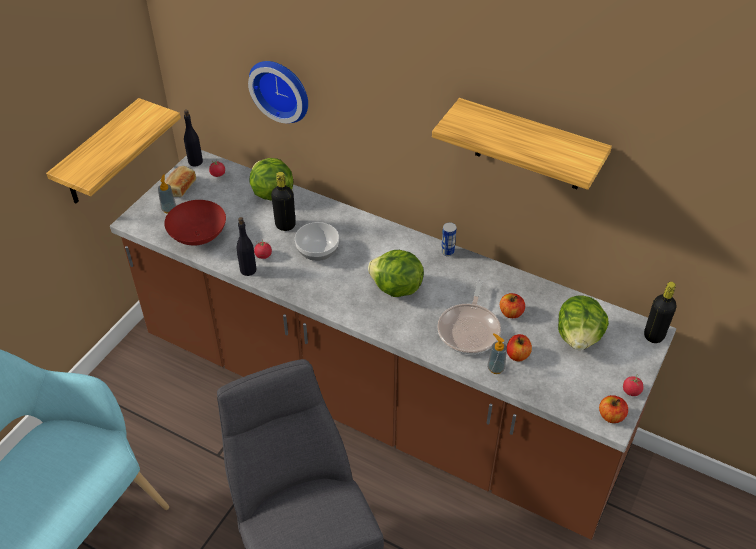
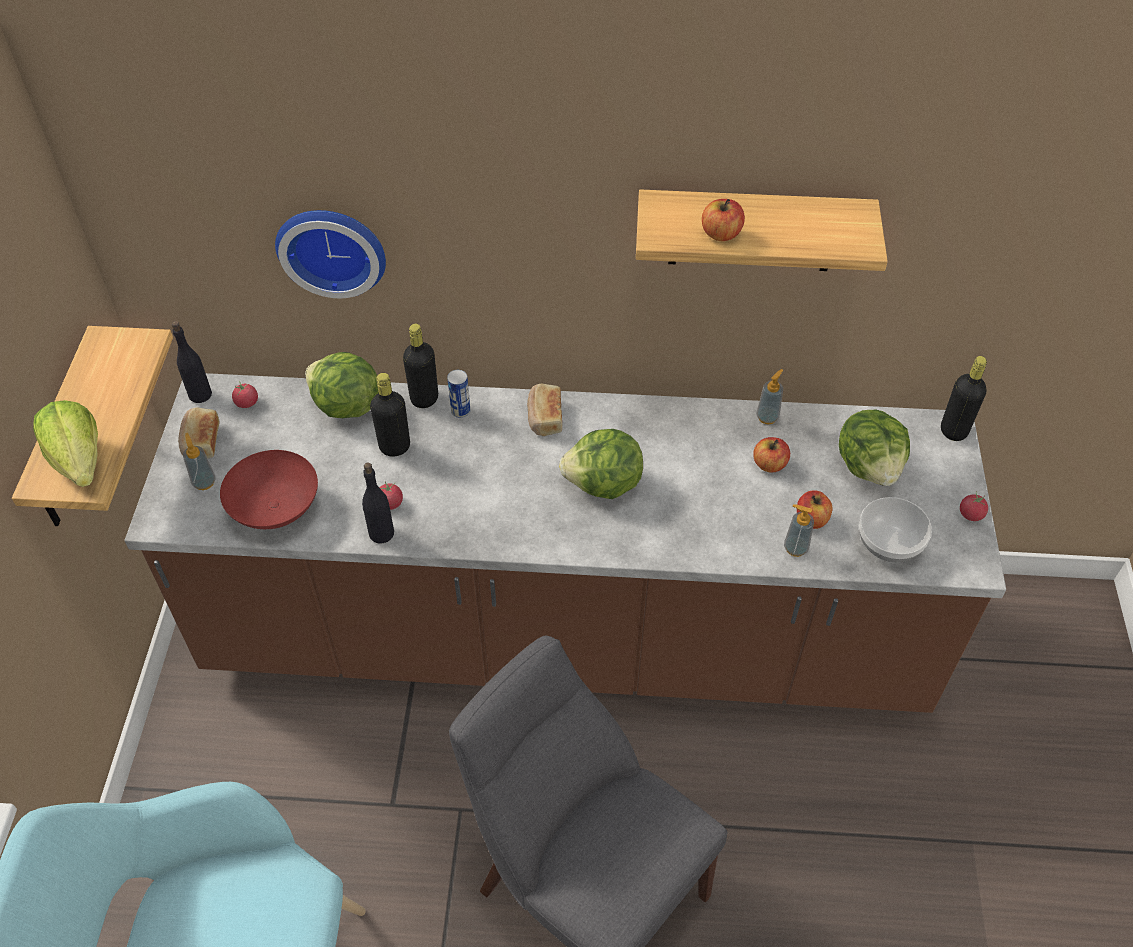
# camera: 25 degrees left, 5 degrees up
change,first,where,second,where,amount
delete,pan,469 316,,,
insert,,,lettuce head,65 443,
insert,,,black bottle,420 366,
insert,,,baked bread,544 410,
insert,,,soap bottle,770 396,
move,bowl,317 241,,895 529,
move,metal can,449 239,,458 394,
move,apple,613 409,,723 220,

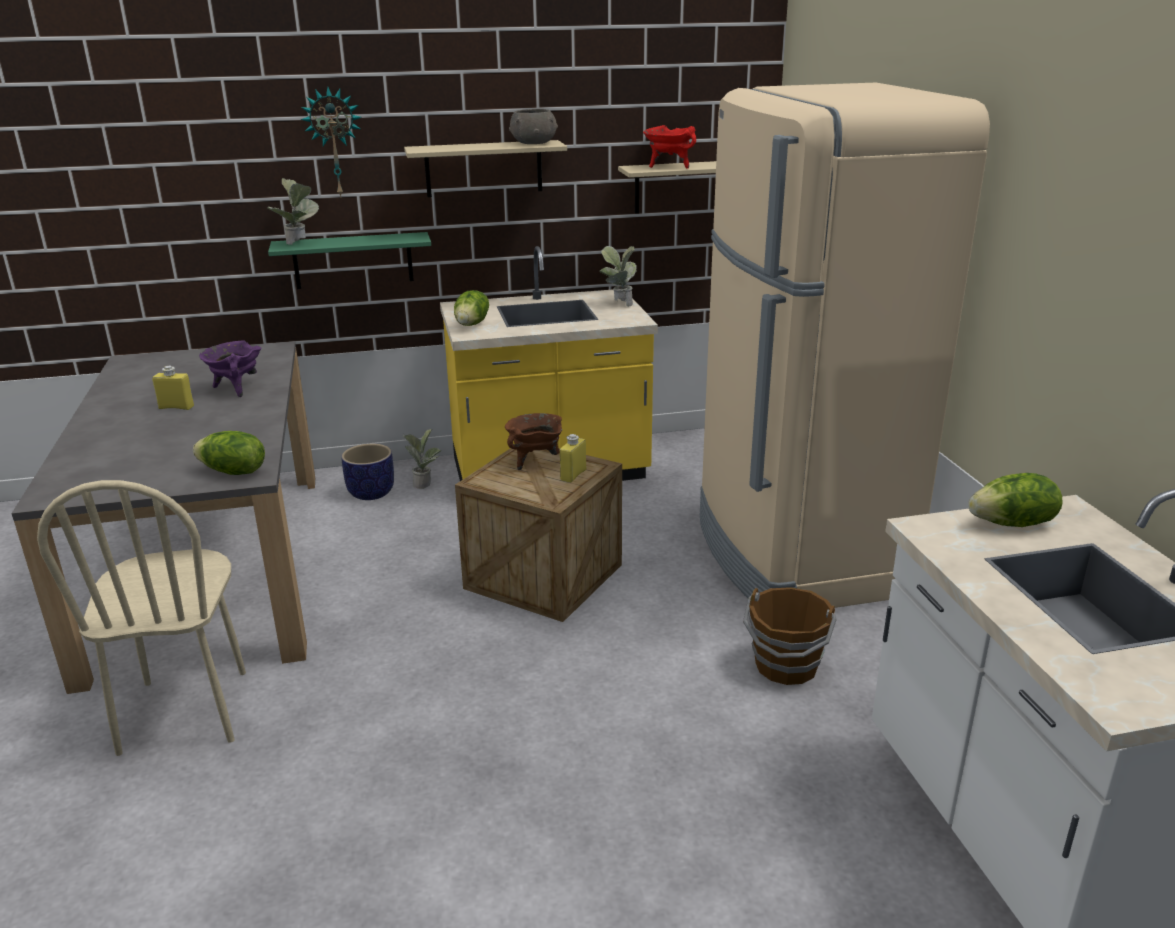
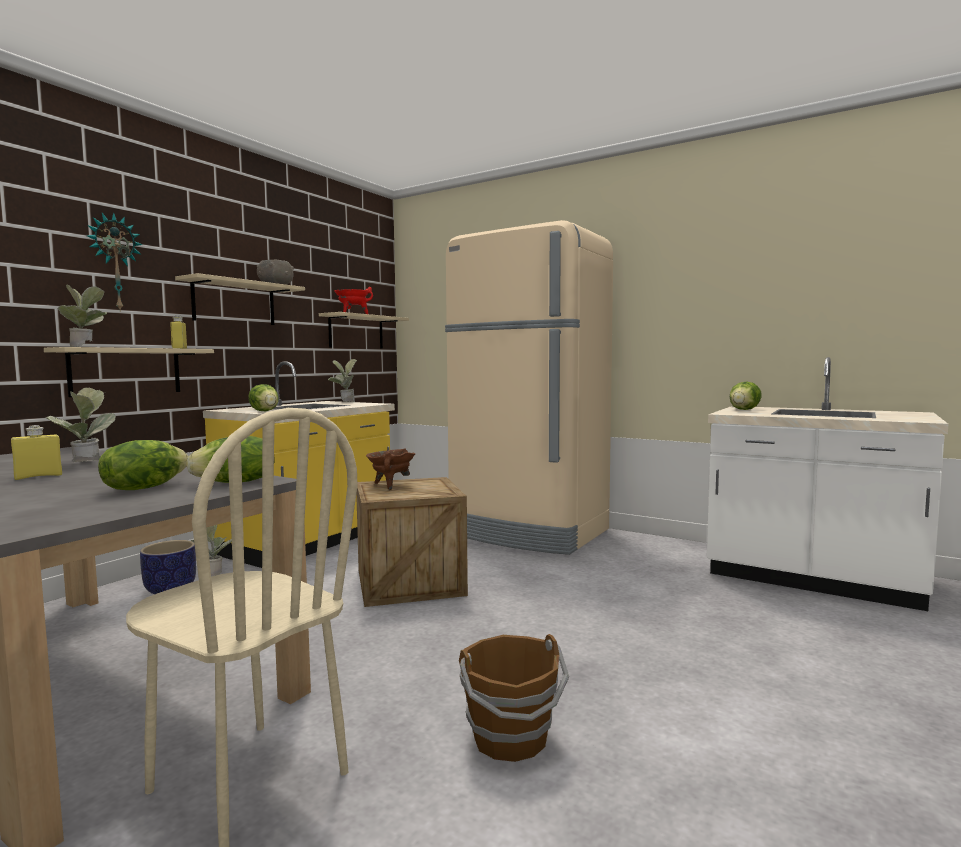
# camera: 45 degrees left, 20 degrees down
change,first,where,second,where,amount
insert,,,lettuce head,143 465,
move,yellow-coloured bottle,573 458,,178 332,
move,brown water bucket,789 636,,514 698,
replace,purplish saucepot,230 368,houseplant,80 425,
recolor,green-coloured bracket shelf,349 260,sand-coloured bracket shelf,129 372,

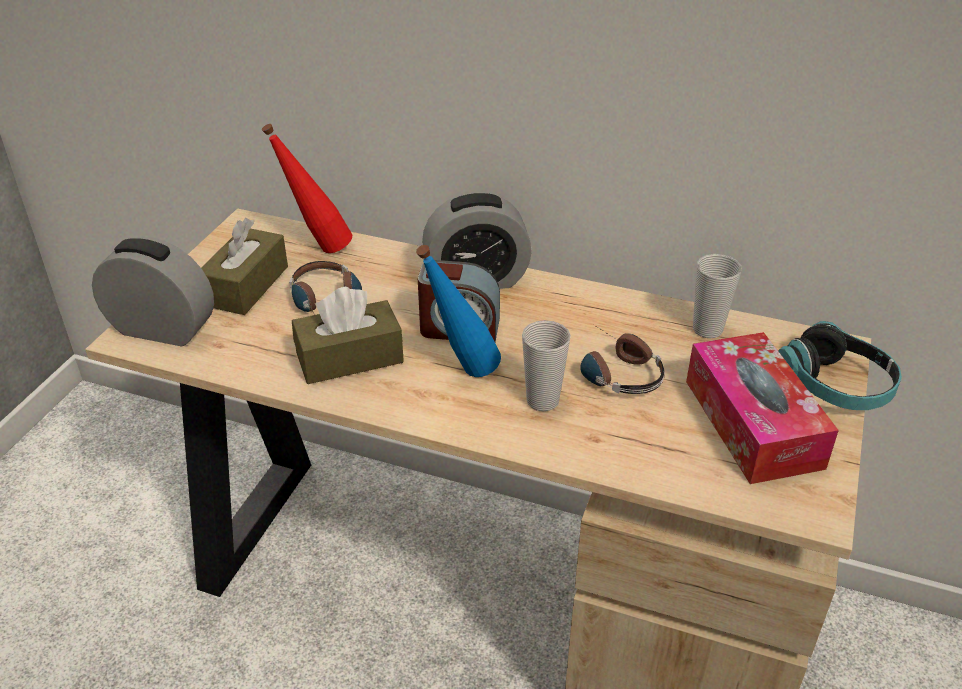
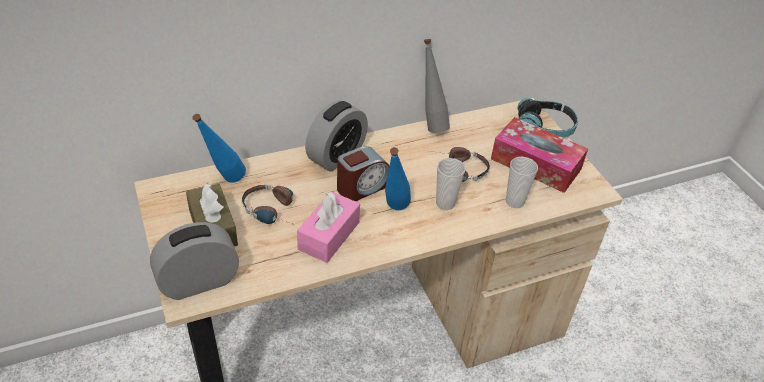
# camera: 45 degrees left, 5 degrees up
change,first,where,second,where,amount
insert,,,gray bottle,437 86,
move,cup,717 296,,522 182,
recolor,red bottle,307 188,blue-coloured bottle,219 148,
recolor,brown box of tissues,348 335,pink box of tissues,328 227,

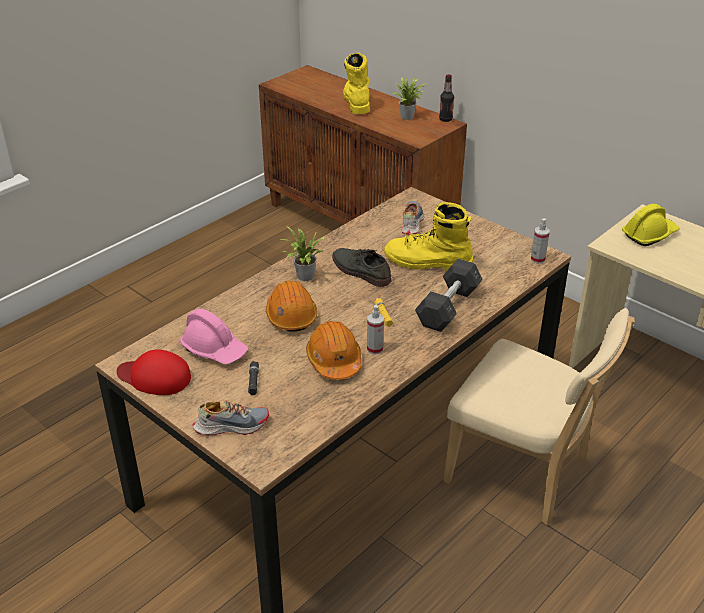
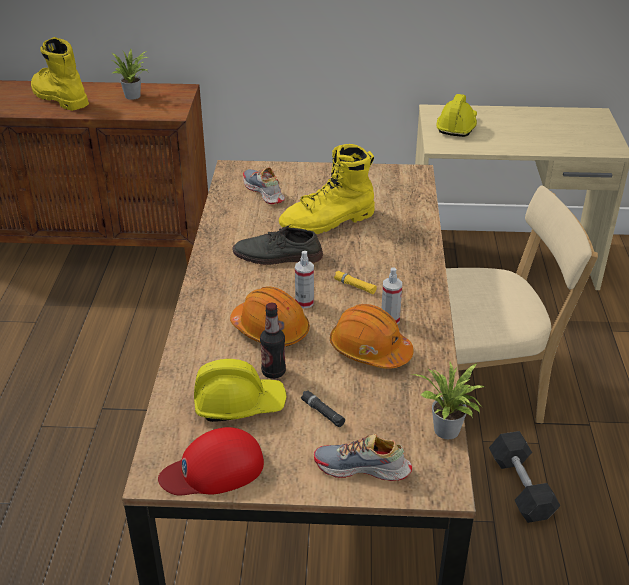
# camera: 40 degrees left, 0 degrees up
change,first,where,second,where,amount
move,houseplant,303 253,,448 400,
move,gray free weight,449 295,,524 477,
move,bottle,446 98,,273 341,
move,spray bottle,540 241,,304 279,
recolor,pink safety helmet,214 336,yellow-coloured safety helmet,240 390,
rotate,low shoe,231 418,,363 457,120 degrees counterclockwise

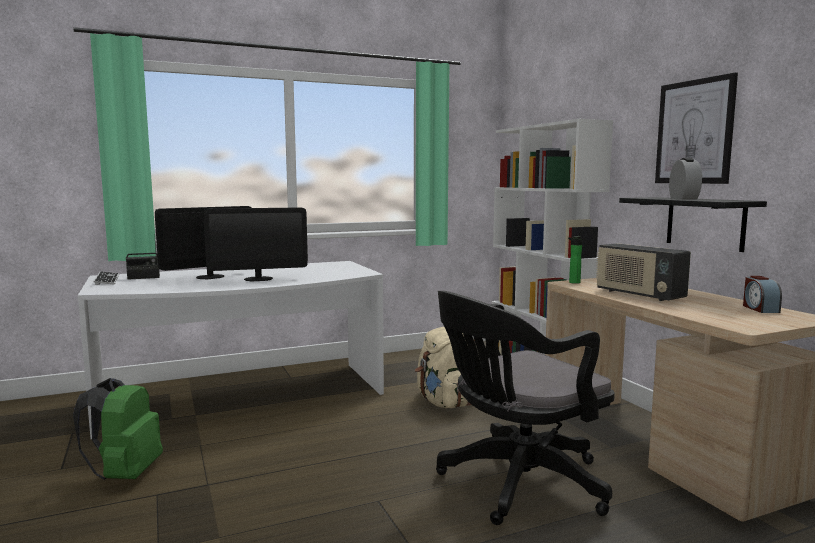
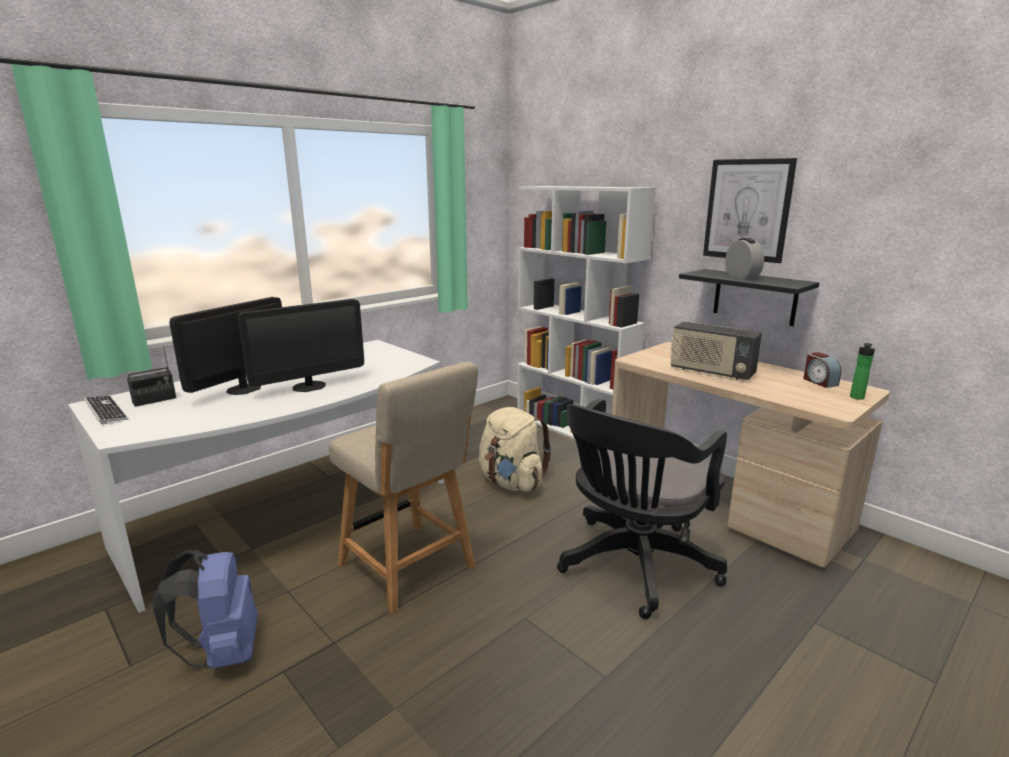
# camera: 20 degrees left, 10 degrees up
change,first,where,second,where,amount
insert,,,sand-coloured chair,403 487,
move,bottle,575 260,,862 371,
recolor,green-coloured knapsack,118 429,blue-coloured knapsack,205 609,

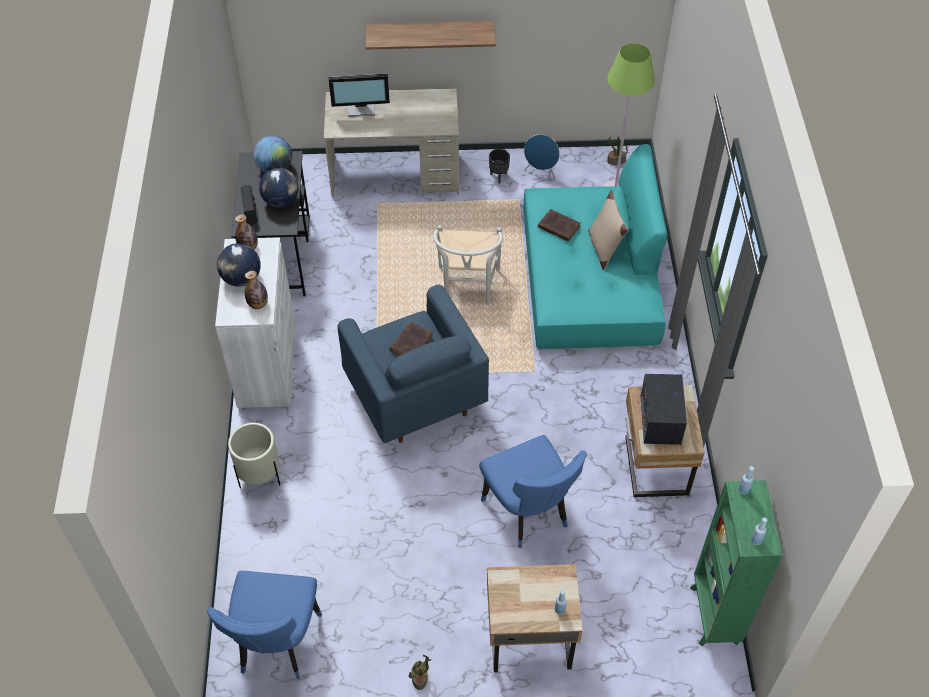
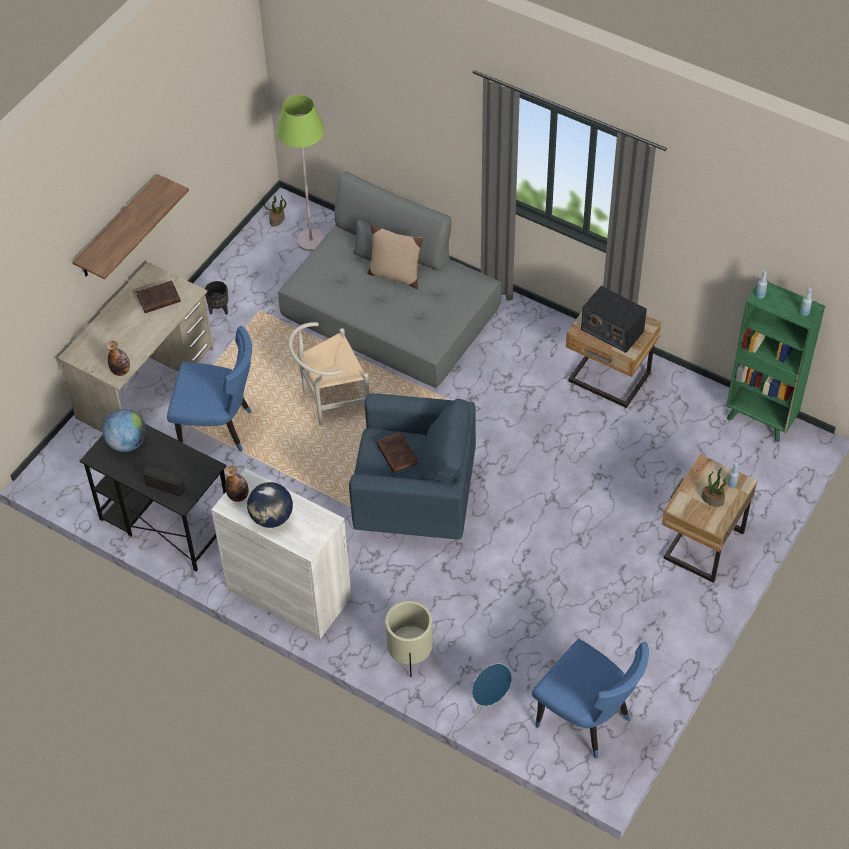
# camera: 55 degrees left, 0 degrees up
change,first,where,second,where,amount
delete,world globe,279 188,,,
delete,computer display,359 95,,,
move,bottle,256 290,,118 358,
move,houseplant,420 672,,714 487,
move,blue-coloured chair,533 491,,209 389,
move,blue-coloured loudspeaker,542 156,,492 689,
move,brown bound book,559 225,,158 296,
recolor,turquoise-coloured couch,595 246,gray couch,390 279,
rotate,white-coloured chair,468 265,,329 373,120 degrees clockwise

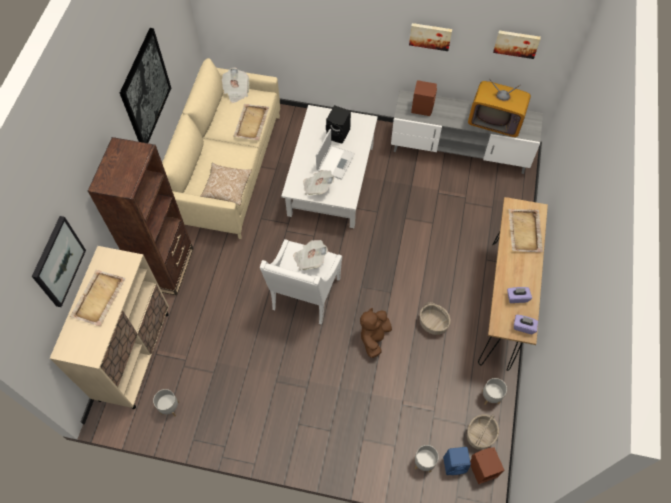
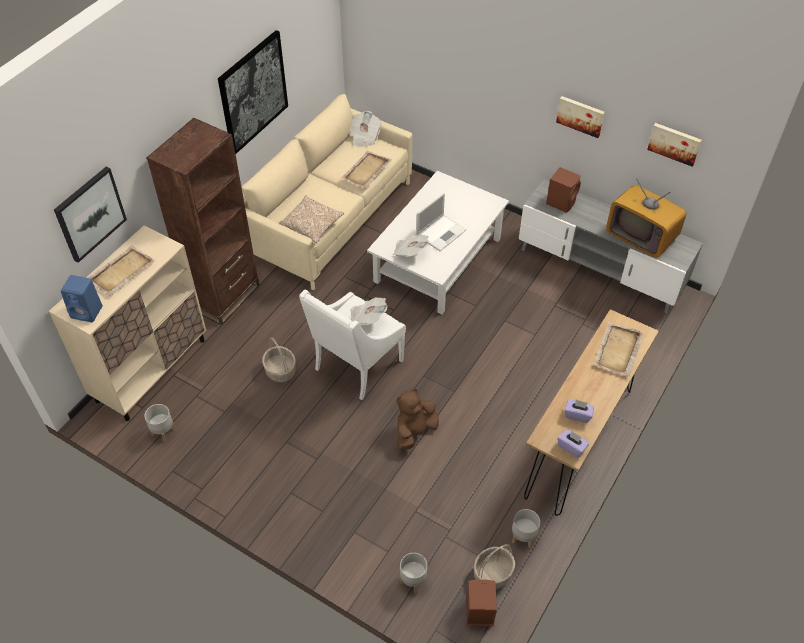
# camera: 20 degrees right, 10 degrees down
change,first,where,second,where,amount
delete,black loudspeaker,338 124,,,
move,basket,435 318,,279 359,
move,blue-coloured loudspeaker,457 461,,82 298,

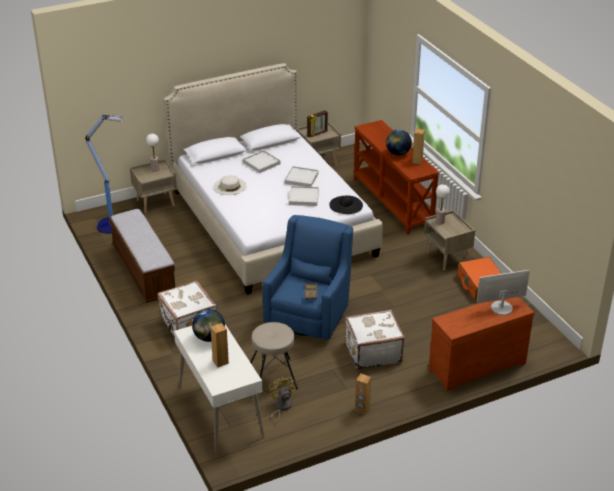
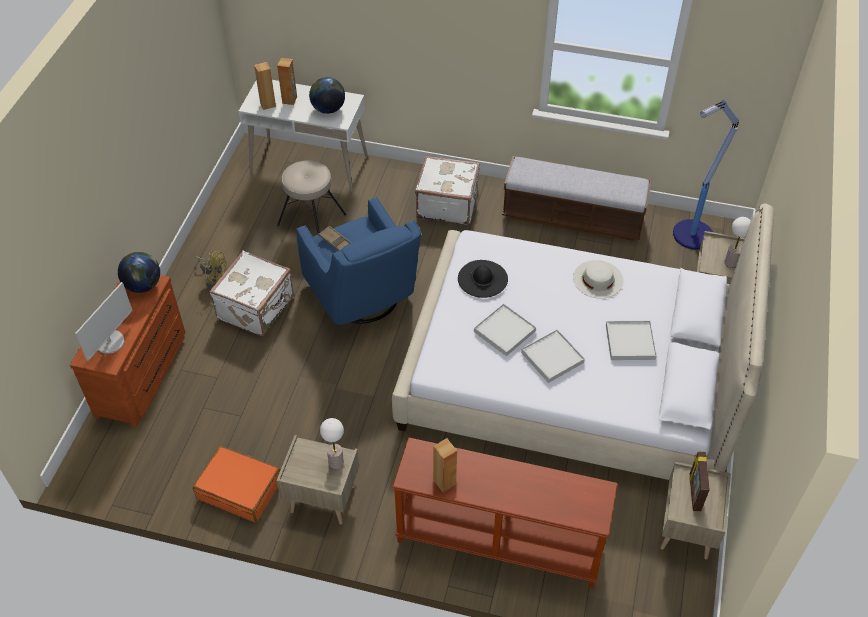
# camera: 130 degrees right, 15 degrees up
change,first,where,second,where,amount
move,yellow-coloured cooling fan,282 400,,211 269,
move,black hat,346 205,,483 279,
move,brown loudspeaker,363 394,,265 86,
move,world globe,399 143,,139 272,

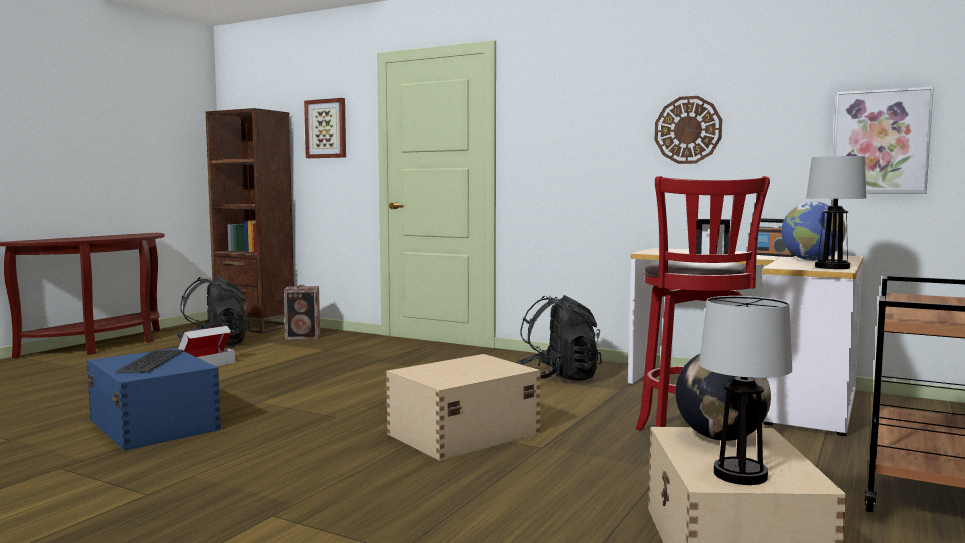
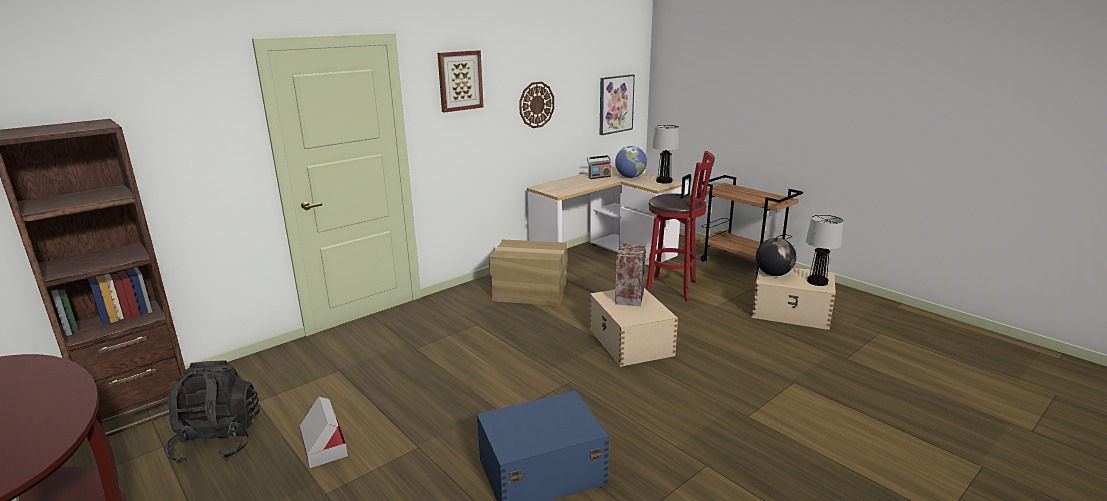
# camera: 70 degrees left, 15 degrees up
change,first,where,second,where,amount
delete,computer keyboard,149 361,,,
move,loudspeaker,302 312,,630 274,
move,wall art,325 128,,460 81,
replace,black knapsack,559 338,carton,528 272,

